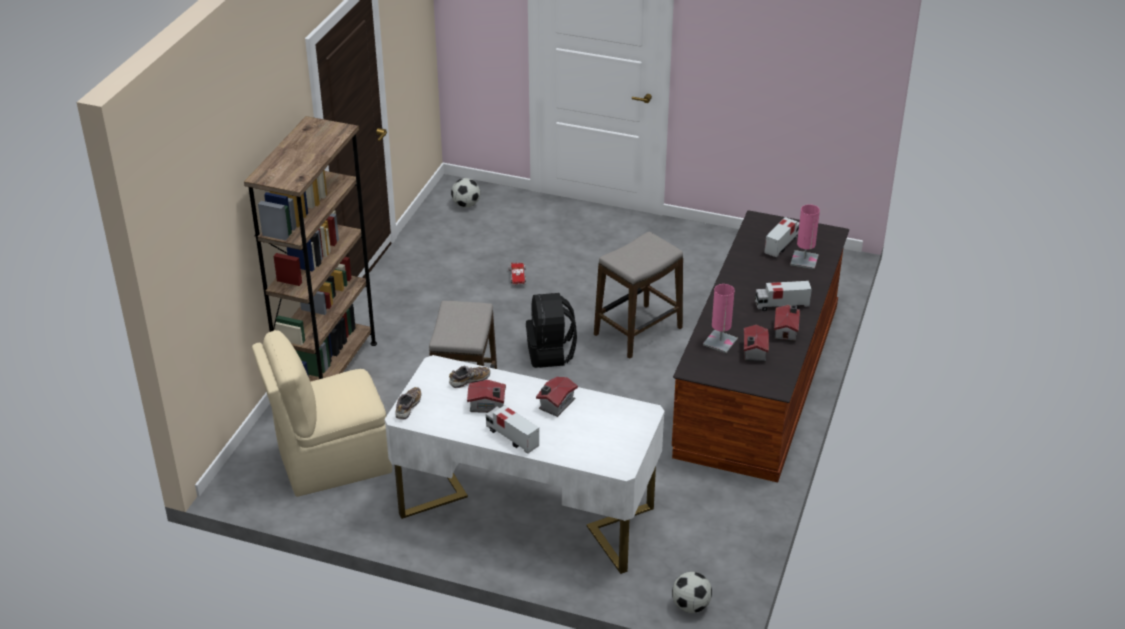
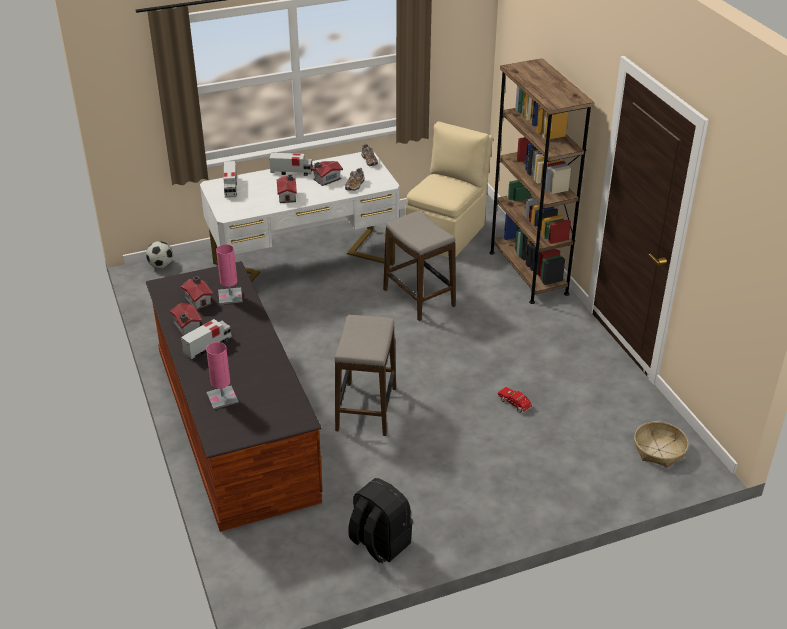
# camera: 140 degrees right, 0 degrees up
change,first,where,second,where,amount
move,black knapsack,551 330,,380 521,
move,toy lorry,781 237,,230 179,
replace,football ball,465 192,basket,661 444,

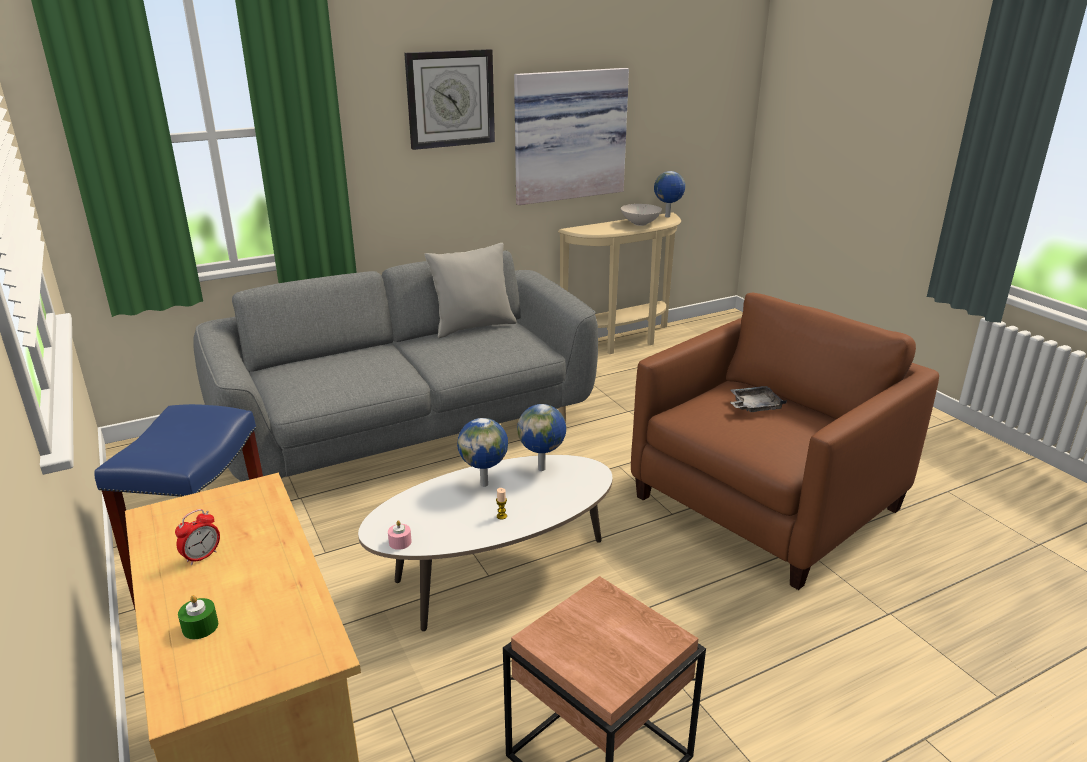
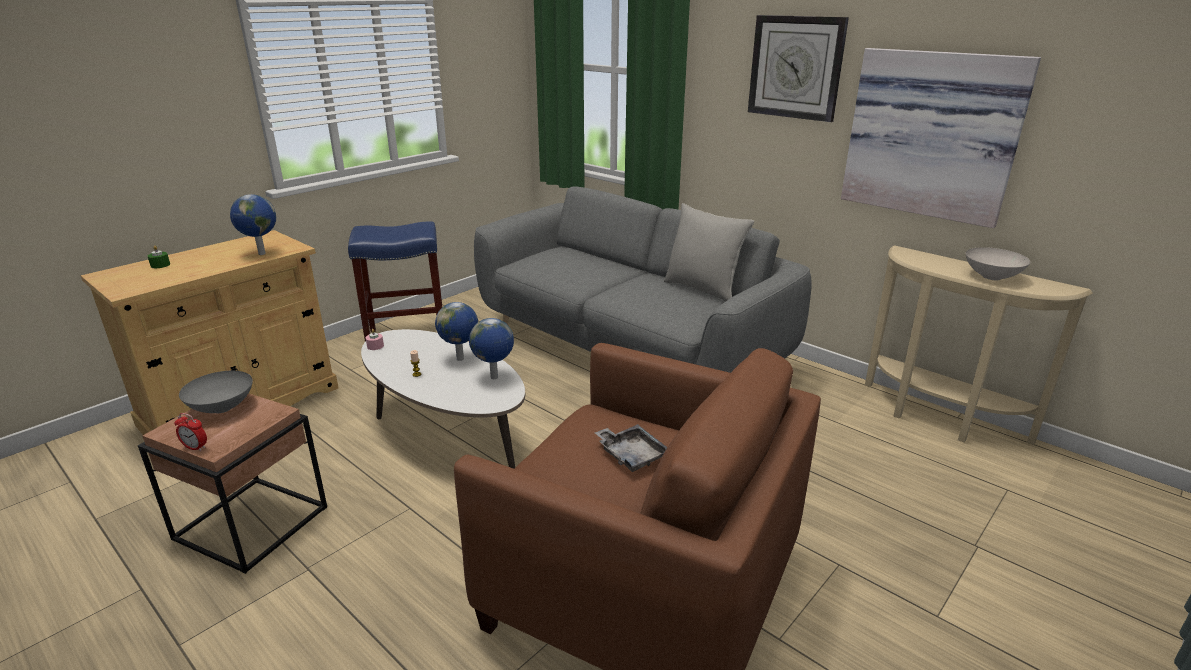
# camera: 70 degrees right, 0 degrees up
change,first,where,second,where,amount
insert,,,gray bowl,216 392,
move,table clock,197 537,,190 432,
move,world globe,669 194,,253 224,

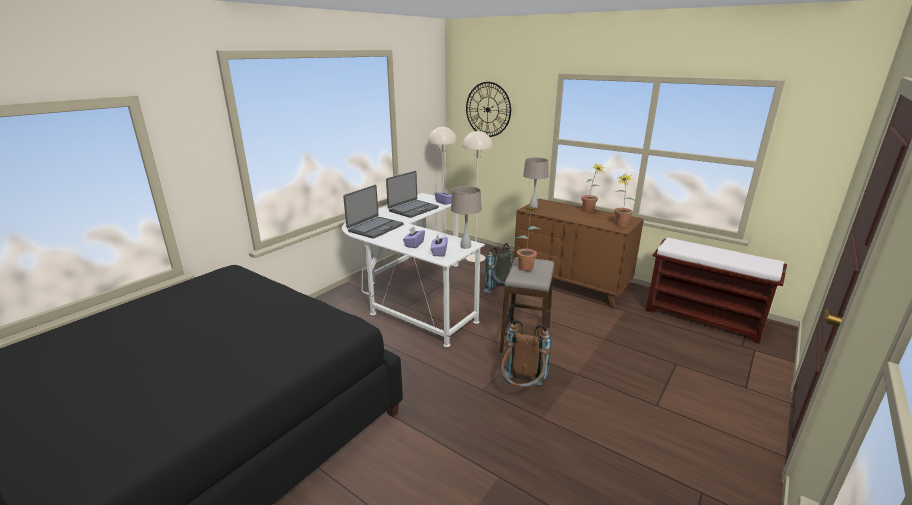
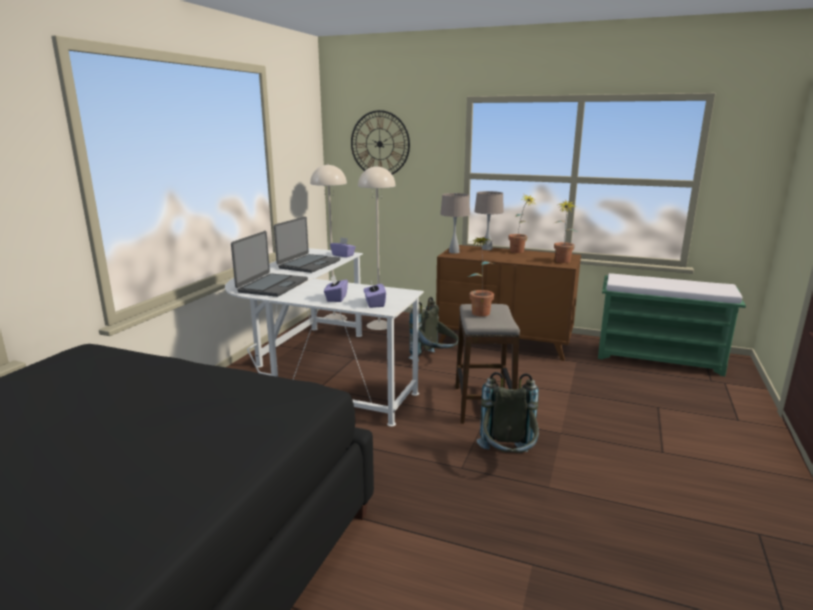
# camera: 15 degrees left, 5 degrees down
change,first,where,second,where,amount
move,sand-coloured lamp for a table,466 217,,489 220,
recolor,brown knapsack,526 354,gray knapsack,508 412,
recolor,brown bench,716 290,green-coloured bench,672 324,

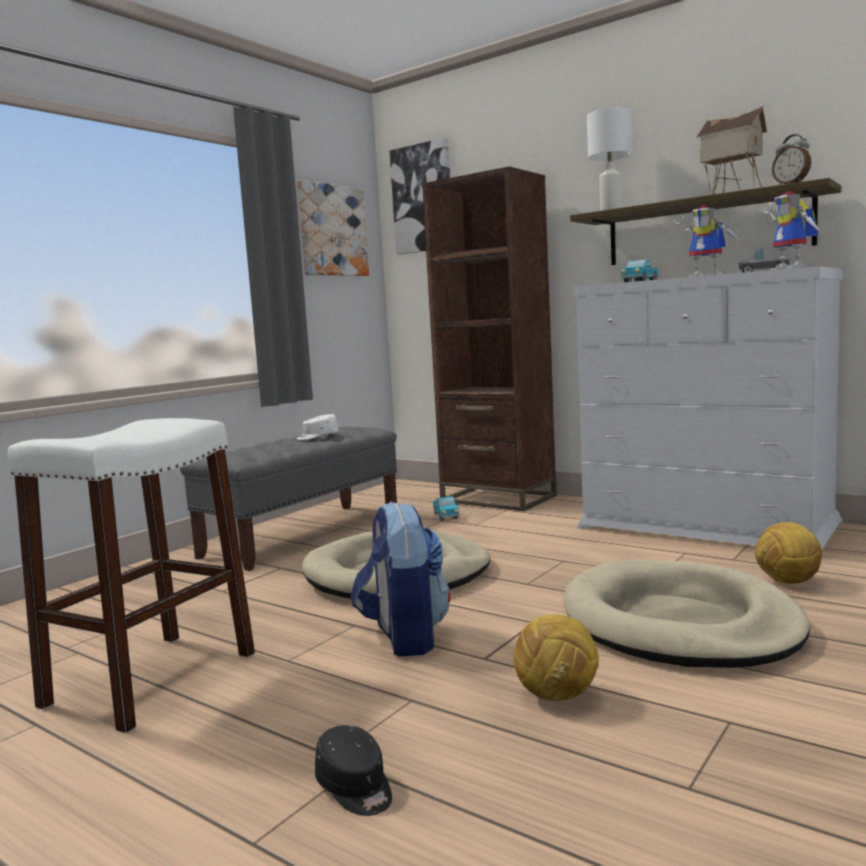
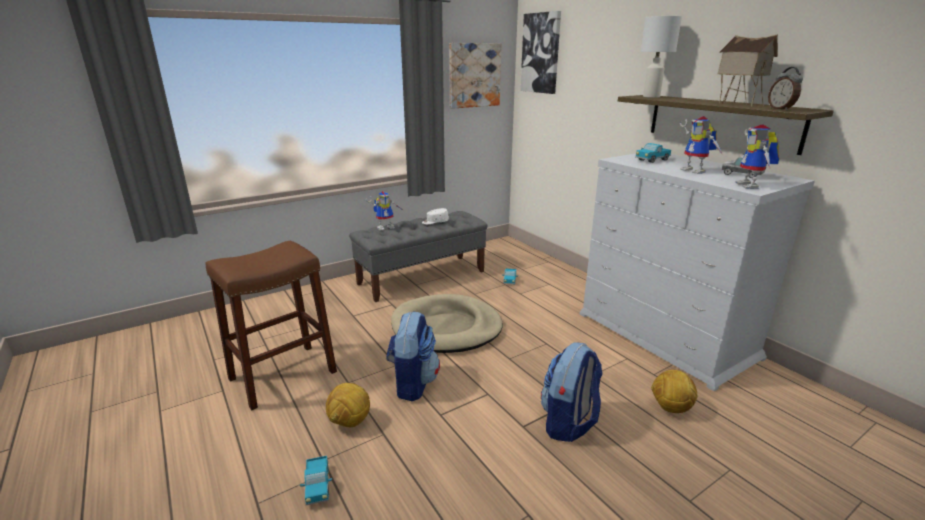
# camera: 20 degrees right, 15 degrees up
change,first,where,second,where,amount
delete,brown shelving unit,489 338,,,
insert,,,model robot,385 211,
move,football ball,556 657,,348 405,
replace,black peaked cap,353 770,toy lorry,316 480,
replace,sand-coloured pet bed,686 613,knapsack,572 392,
recolor,white-coloured stool seat,131 575,brown stool seat,271 325,

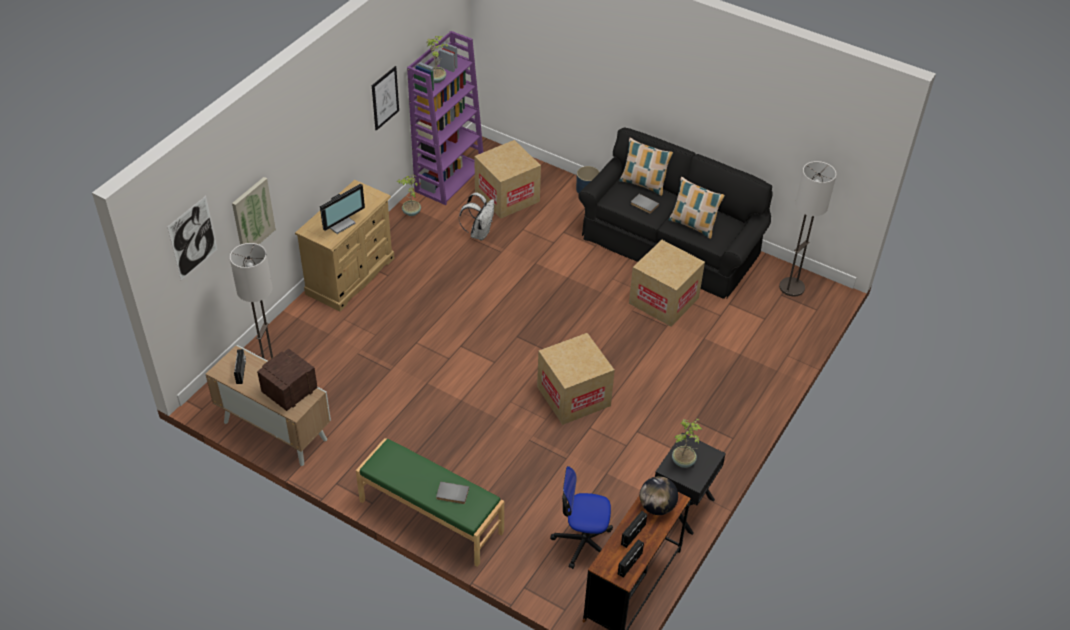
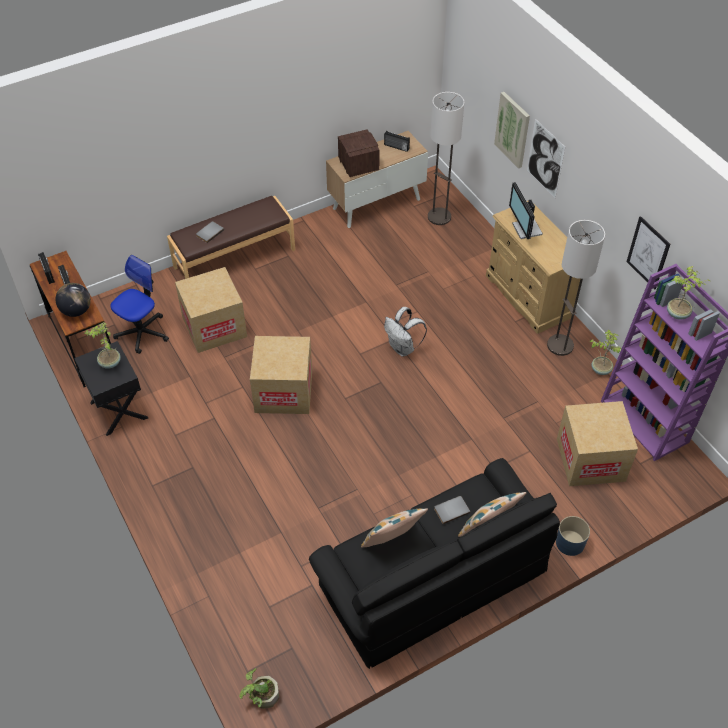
# camera: 120 degrees right, 5 degrees up
change,first,where,second,where,amount
insert,,,houseplant,259 688,
move,wall art,192 238,,546 158,
move,white-coloured knapsack,476 216,,405 332,
move,carton,667 283,,211 310,
move,standing lamp,807 228,,576 288,
recolor,green-coloured bench,430 502,brown bench,231 237,

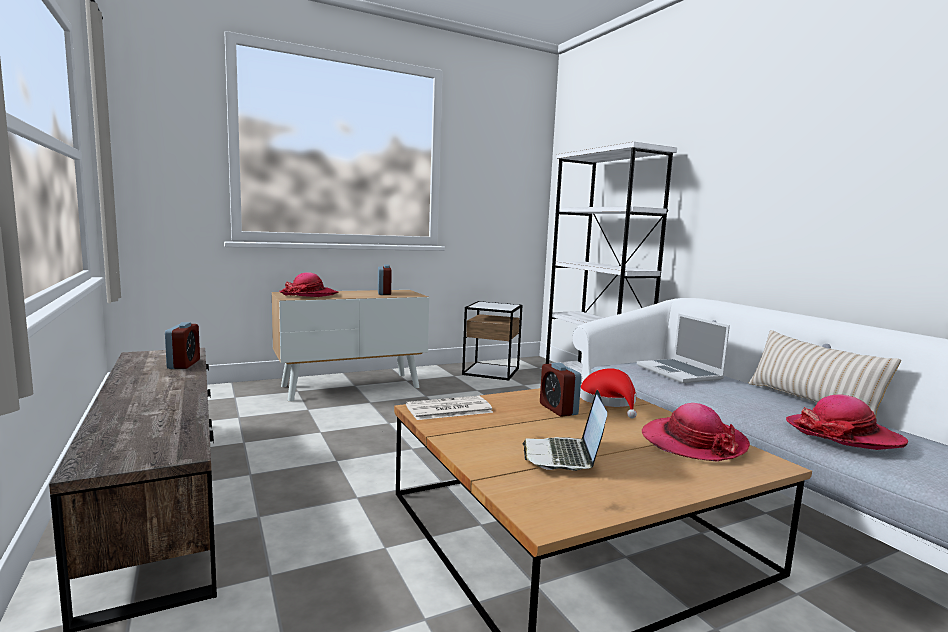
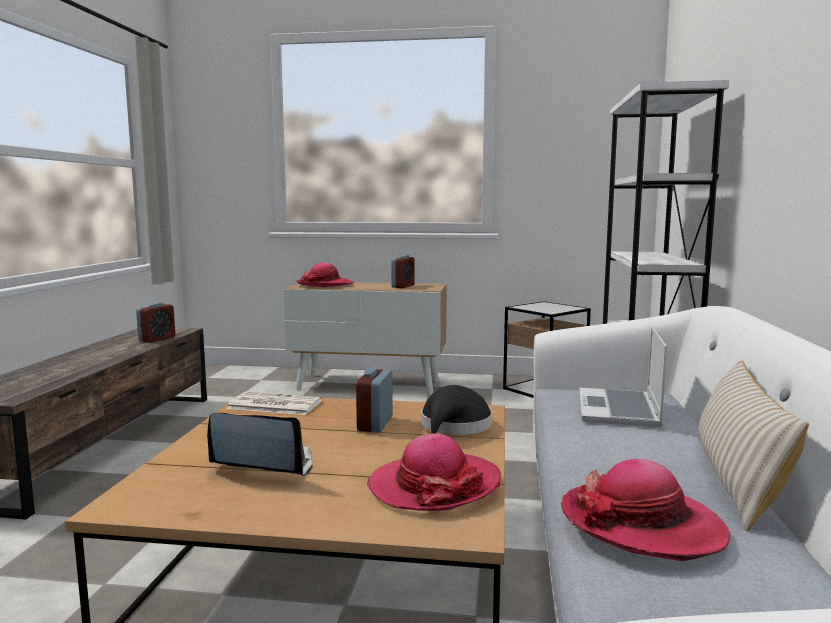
# camera: 35 degrees right, 0 degrees up
change,first,where,second,where,amount
recolor,red hat,608 393,black hat,456 410,
rotate,laptop,564 430,,260 444,60 degrees clockwise

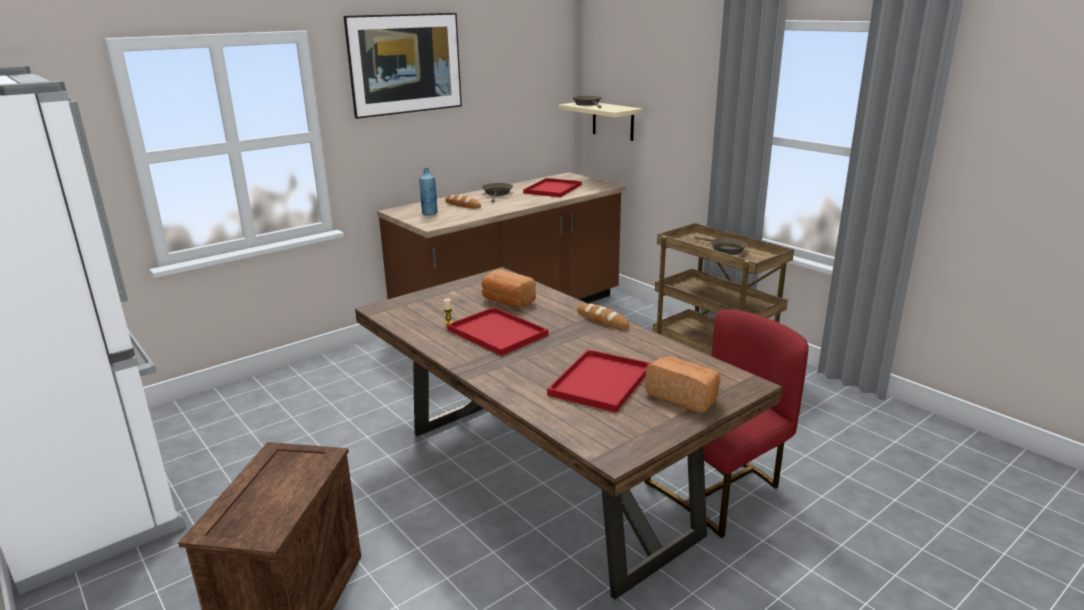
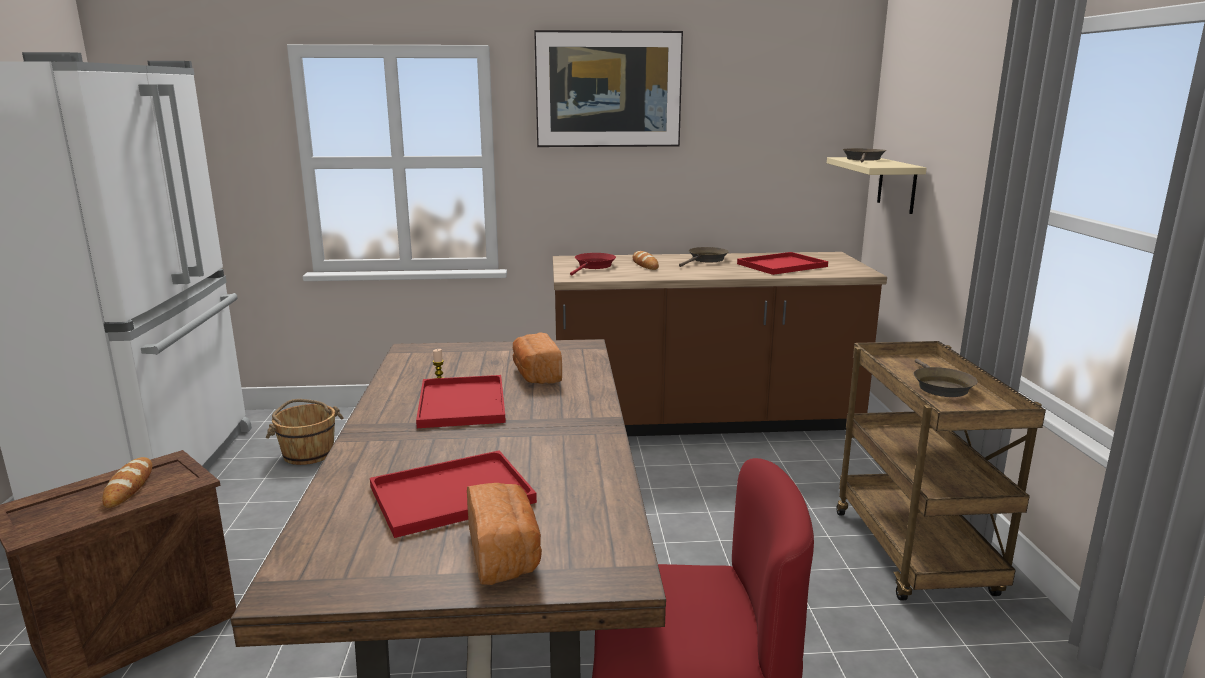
# camera: 35 degrees right, 5 degrees down
change,first,where,second,where,amount
insert,,,brown water bucket,304 432,
move,baked bread,603 316,,127 482,
replace,blue-coloured bottle,428 192,red pan,593 264,

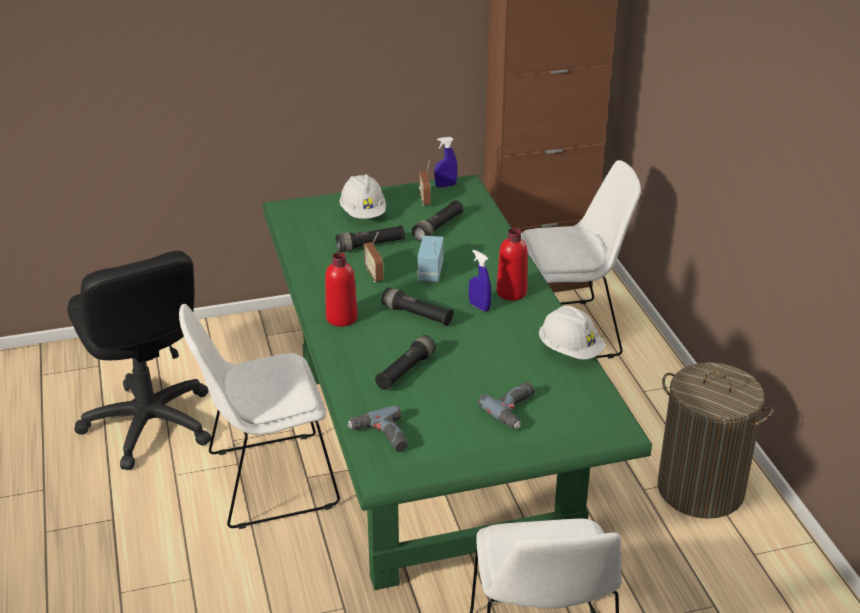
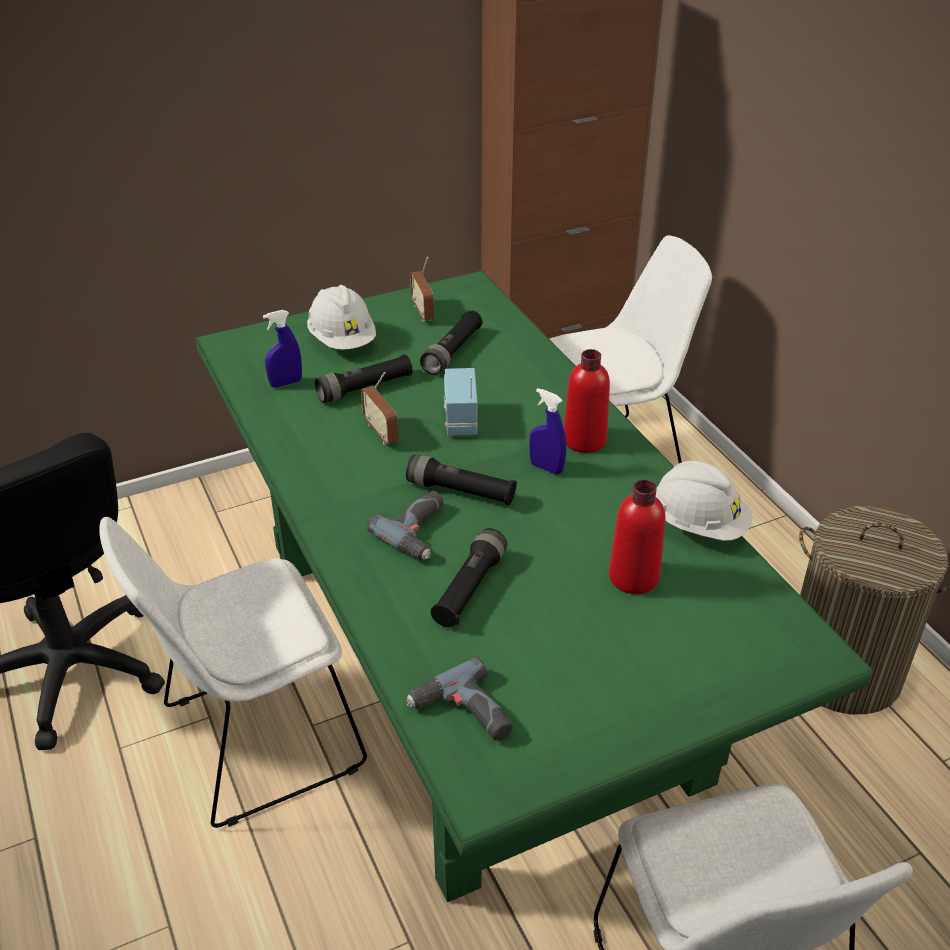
# camera: 10 degrees left, 5 degrees up
change,first,where,second,where,amount
move,red bottle,341 289,,637 537,
move,blue-coloured spray bottle,446 162,,282 349,
move,electric drill,506 405,,405 525,

